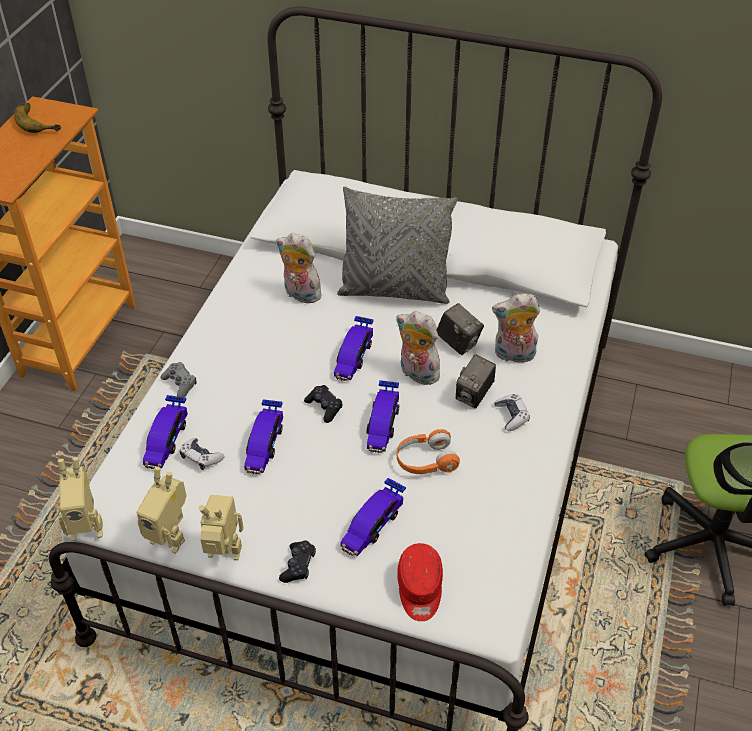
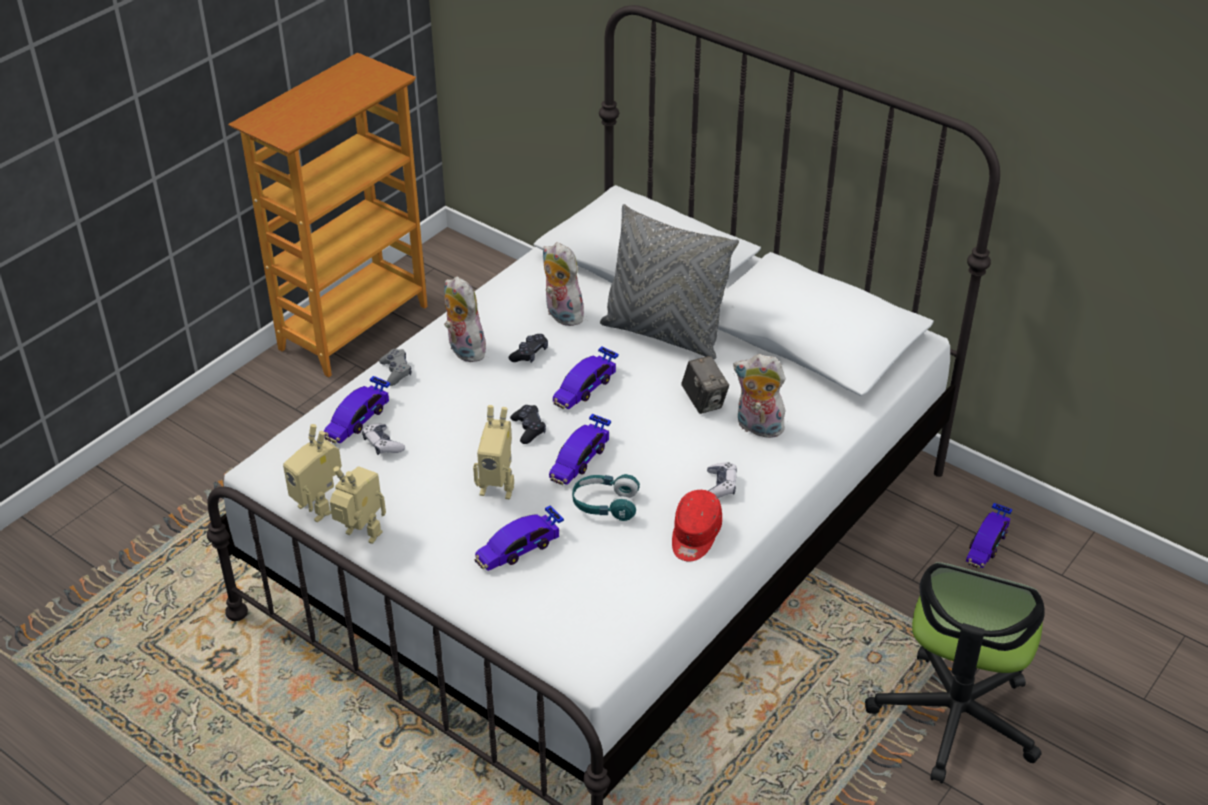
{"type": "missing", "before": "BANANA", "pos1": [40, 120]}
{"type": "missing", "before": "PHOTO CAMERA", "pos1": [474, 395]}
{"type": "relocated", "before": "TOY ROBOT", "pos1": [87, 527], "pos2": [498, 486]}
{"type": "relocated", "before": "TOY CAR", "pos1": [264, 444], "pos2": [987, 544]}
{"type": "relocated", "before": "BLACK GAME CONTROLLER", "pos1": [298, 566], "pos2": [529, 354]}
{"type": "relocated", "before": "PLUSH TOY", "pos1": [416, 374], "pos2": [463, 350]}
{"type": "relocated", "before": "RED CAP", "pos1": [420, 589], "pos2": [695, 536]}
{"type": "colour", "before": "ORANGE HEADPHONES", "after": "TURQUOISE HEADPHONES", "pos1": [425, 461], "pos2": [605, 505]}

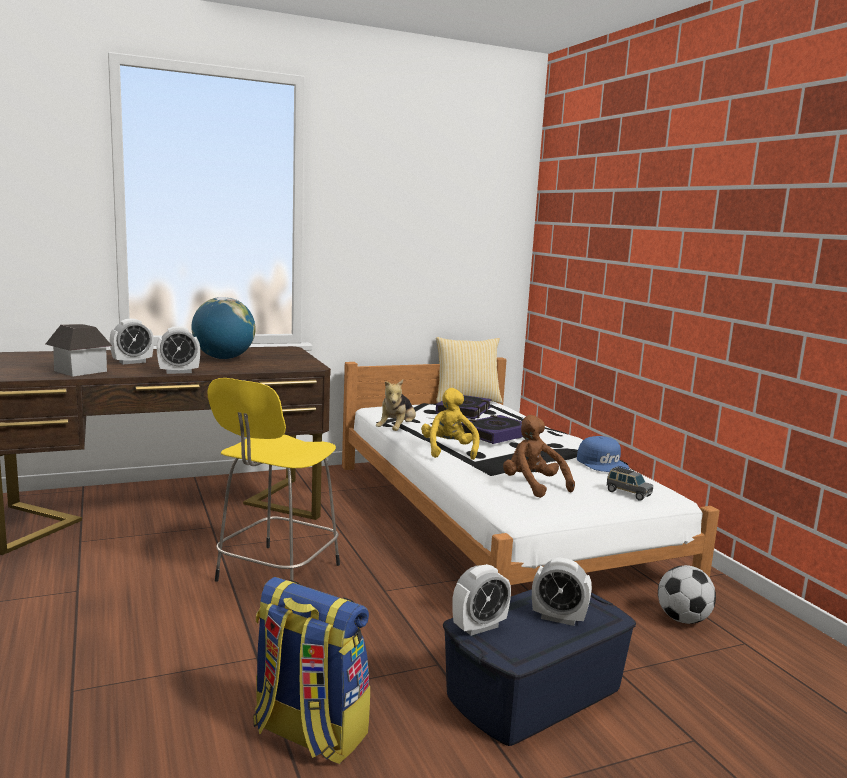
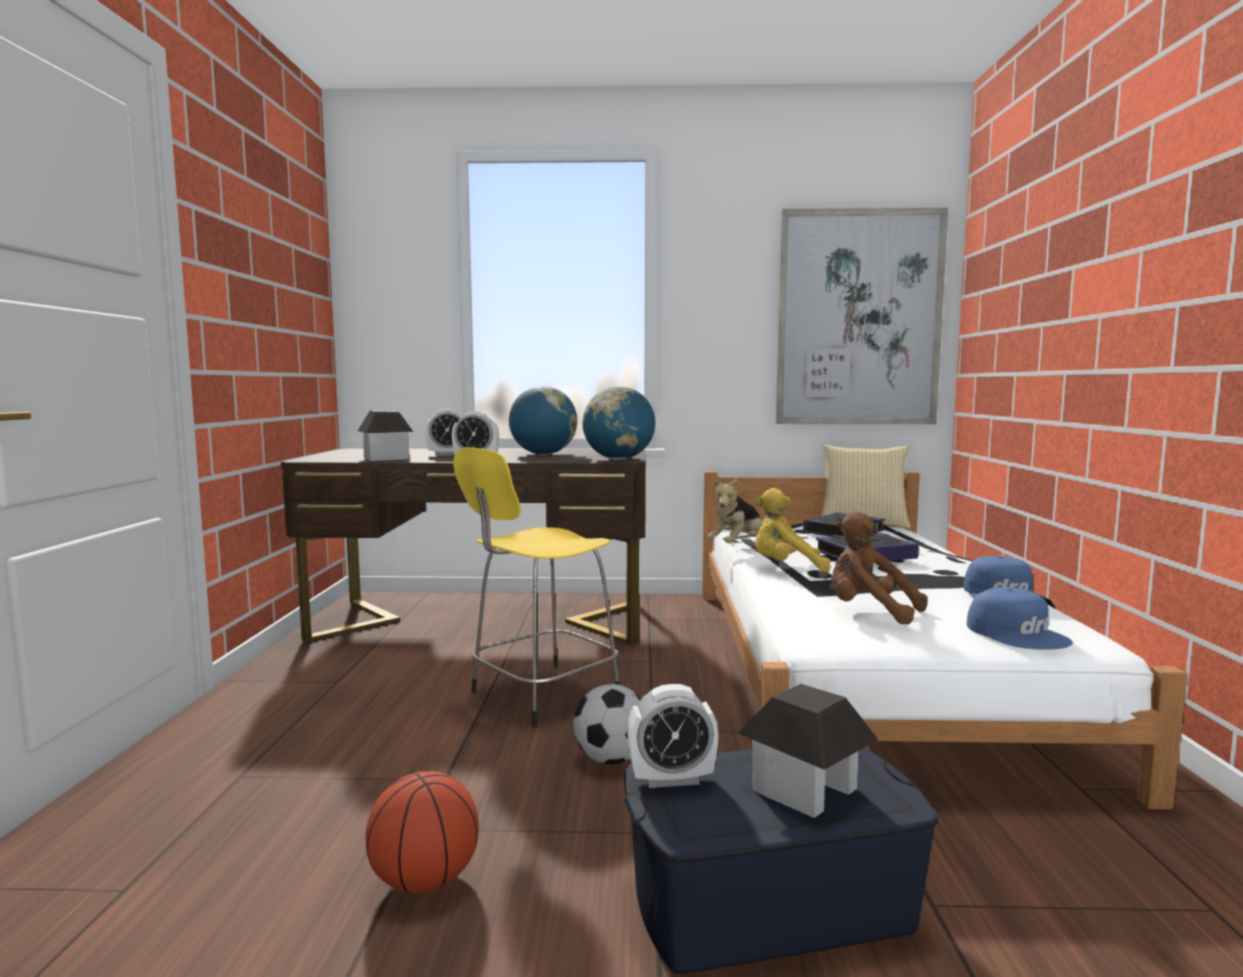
{"type": "appeared", "after": "GLOBE", "pos2": [619, 459]}
{"type": "appeared", "after": "PICTURE", "pos2": [858, 318]}
{"type": "relocated", "before": "FOOTBALL", "pos1": [682, 619], "pos2": [611, 759]}
{"type": "exchanged", "before": "BACKPACK", "after": "BASKETBALL", "pos1": [308, 733], "pos2": [425, 881]}
{"type": "exchanged", "before": "ALARM CLOCK", "after": "TOY HOUSE", "pos1": [558, 618], "pos2": [805, 789]}
{"type": "exchanged", "before": "GREY TOY CAR", "after": "BLUE CAP", "pos1": [628, 493], "pos2": [1017, 633]}
{"type": "spun", "before": "YELLOW PLUSH TOY", "pos1": [449, 451], "pos2": [785, 568], "turn": -105}
{"type": "spun", "before": "BROWN PLUSH TOY", "pos1": [533, 486], "pos2": [868, 612], "turn": -45}

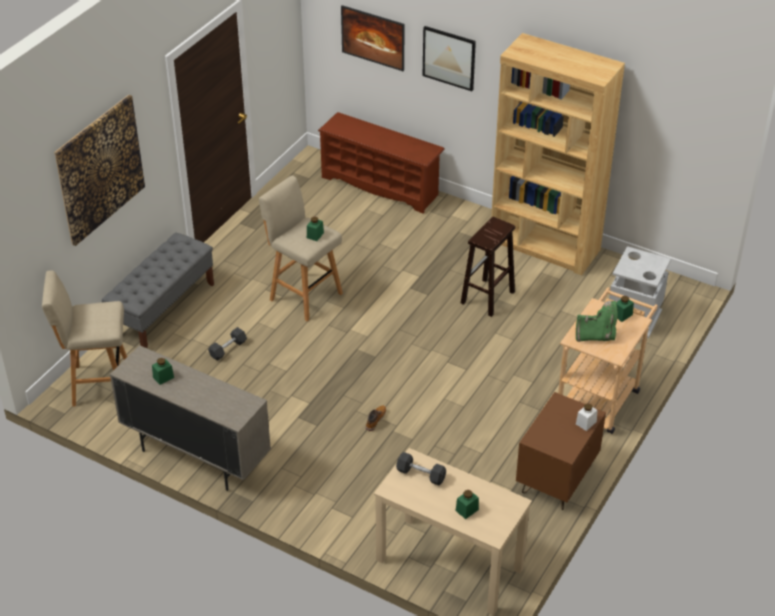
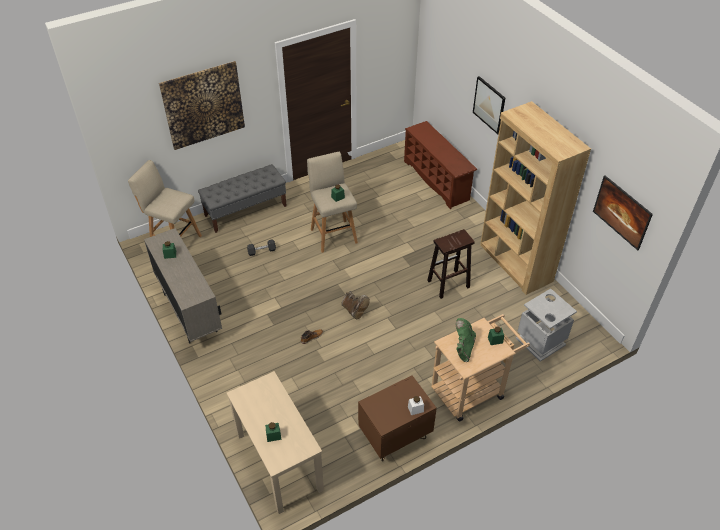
{"type": "missing", "before": "GREY DUMBBELL", "pos1": [421, 474]}
{"type": "appeared", "after": "BROWN BOOT", "pos2": [354, 311]}
{"type": "relocated", "before": "PICTURE", "pos1": [373, 49], "pos2": [618, 221]}
{"type": "spun", "before": "GREEN BOOT", "pos1": [596, 336], "pos2": [463, 348], "turn": -105}

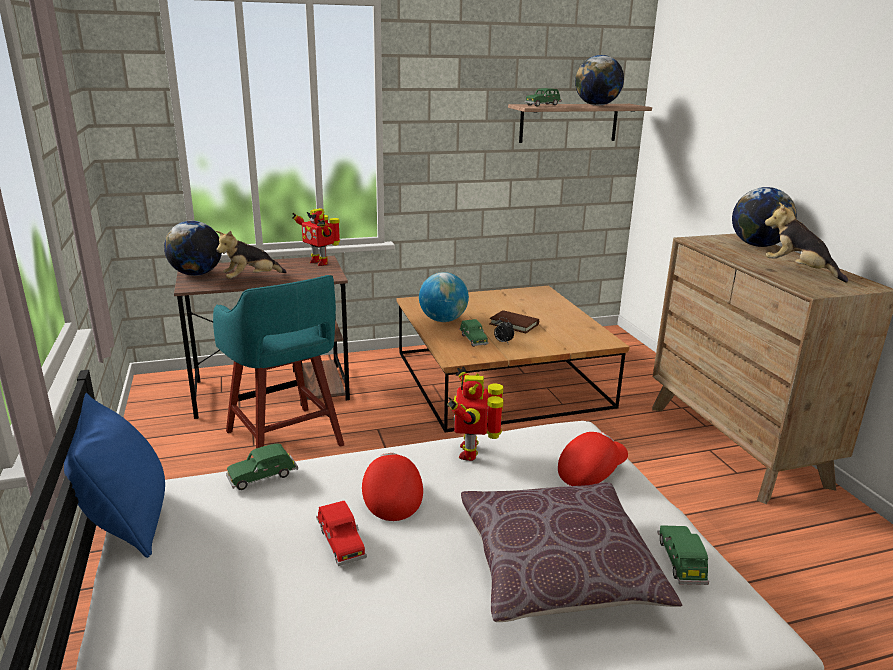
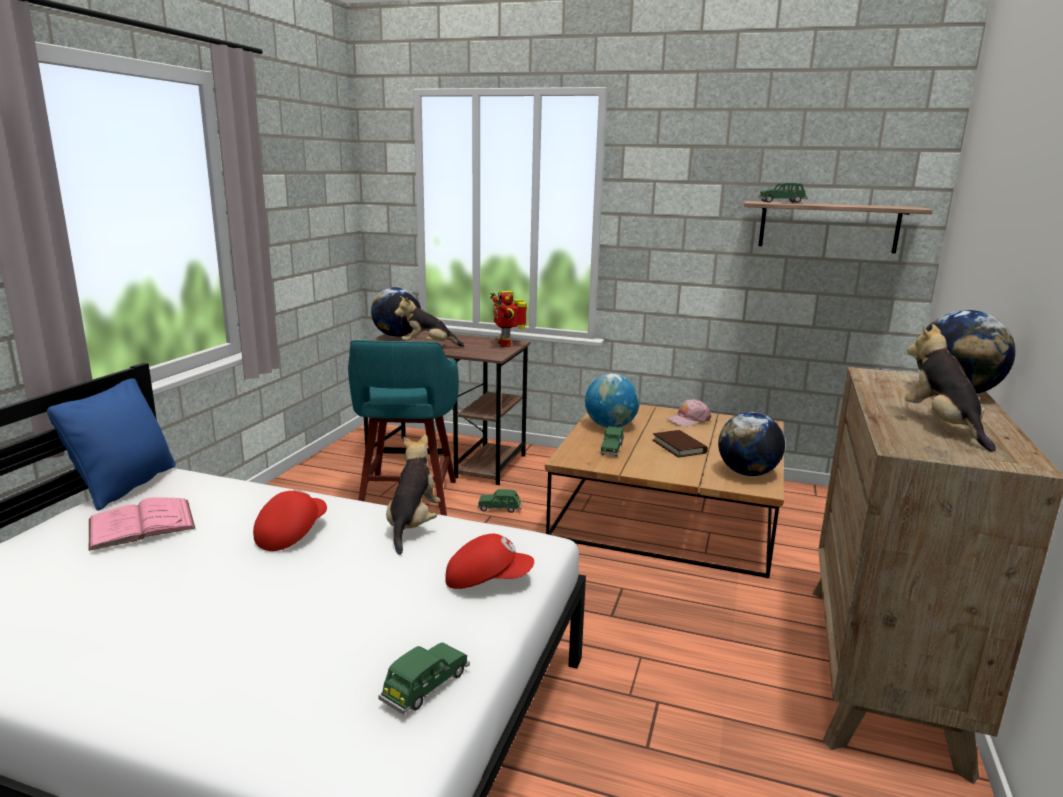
{"type": "missing", "before": "RED TOY CAR", "pos1": [340, 543]}
{"type": "missing", "before": "BROWN PILLOW", "pos1": [557, 569]}
{"type": "missing", "before": "ALARM CLOCK", "pos1": [503, 342]}
{"type": "appeared", "after": "PINK BOOK", "pos2": [141, 524]}
{"type": "appeared", "after": "PINK CAP", "pos2": [688, 420]}
{"type": "relocated", "before": "GREEN TOY CAR", "pos1": [263, 477], "pos2": [500, 509]}
{"type": "relocated", "before": "GLOBE", "pos1": [597, 105], "pos2": [747, 473]}
{"type": "exchanged", "before": "TOY ROBOT", "after": "PLUSH TOY", "pos1": [471, 451], "pos2": [412, 525]}

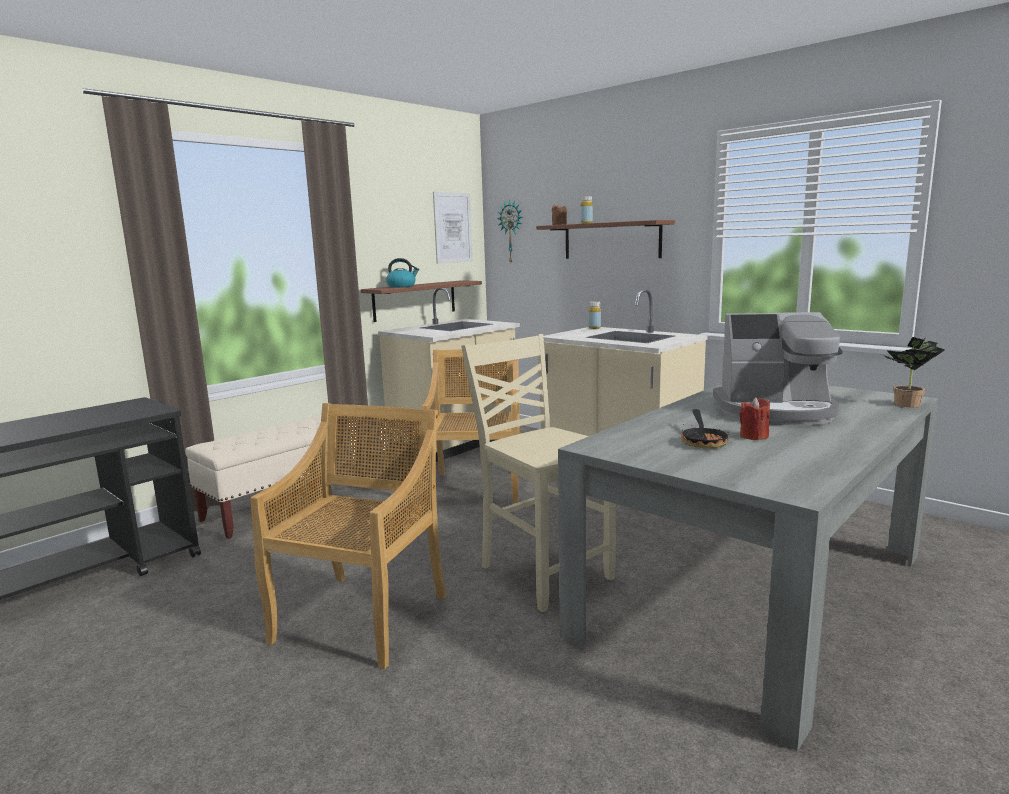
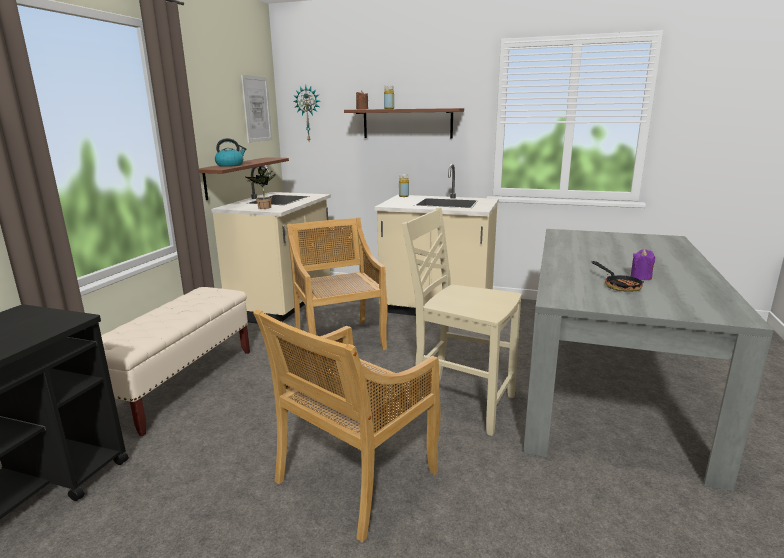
{"type": "missing", "before": "COFFEE MACHINE", "pos1": [775, 411]}
{"type": "relocated", "before": "POTTED PLANT", "pos1": [906, 405], "pos2": [263, 208]}
{"type": "colour", "before": "RED CANDLE", "after": "PURPLE CANDLE", "pos1": [754, 436], "pos2": [640, 277]}
{"type": "spun", "before": "BEIGE CHAIR", "pos1": [362, 616], "pos2": [355, 479], "turn": -135}

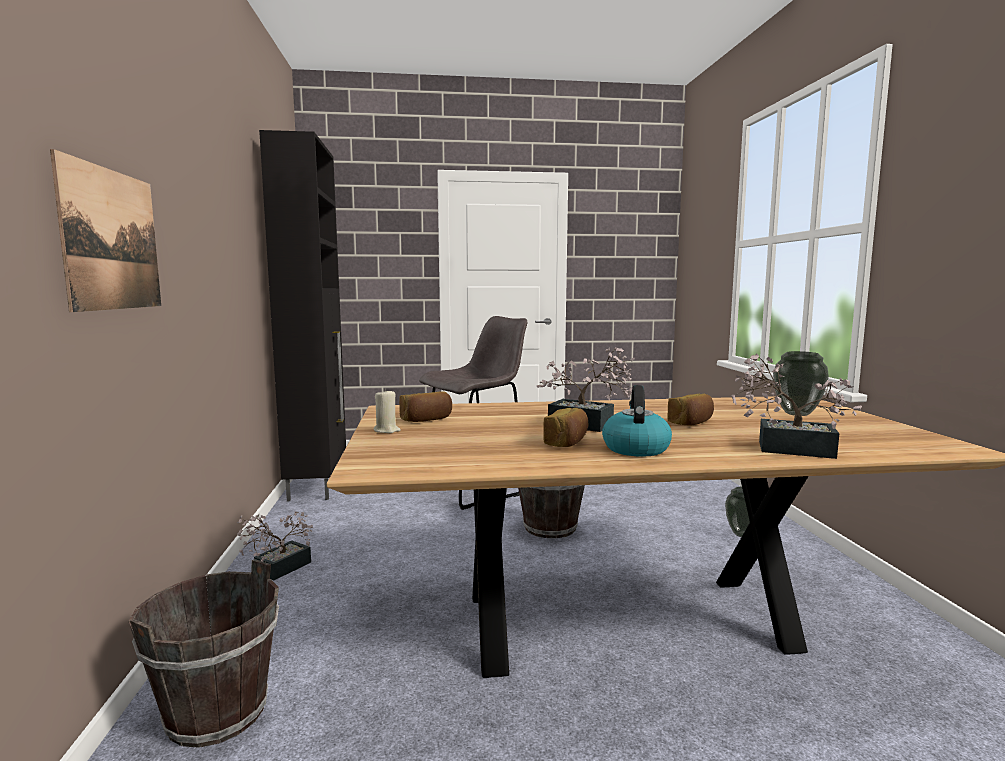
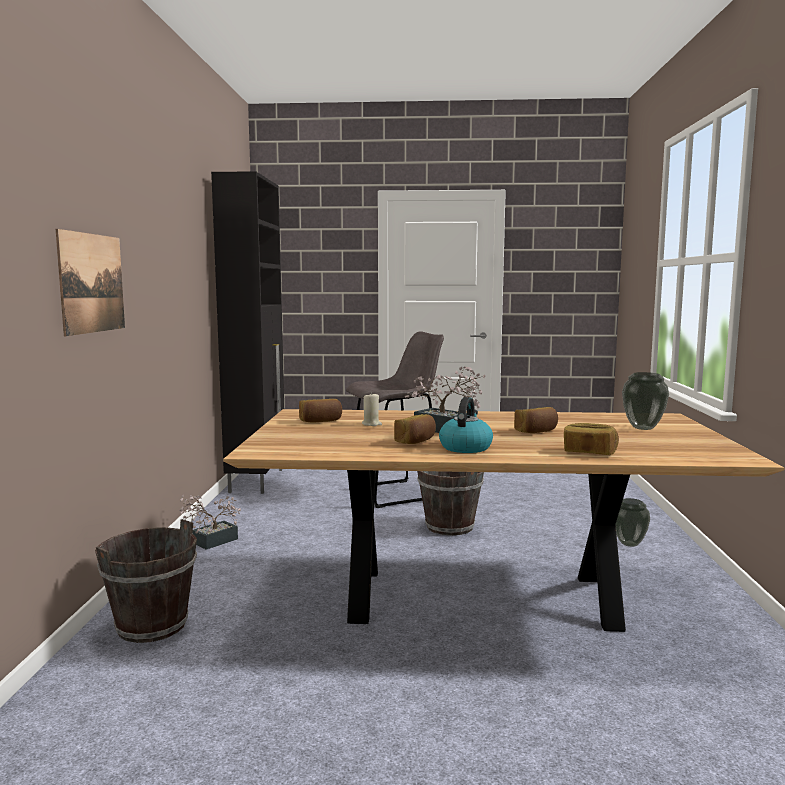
{"type": "relocated", "before": "BEIGE CANDLE", "pos1": [386, 430], "pos2": [371, 424]}
{"type": "exchanged", "before": "POTTED PLANT", "after": "BREAD", "pos1": [785, 448], "pos2": [589, 452]}

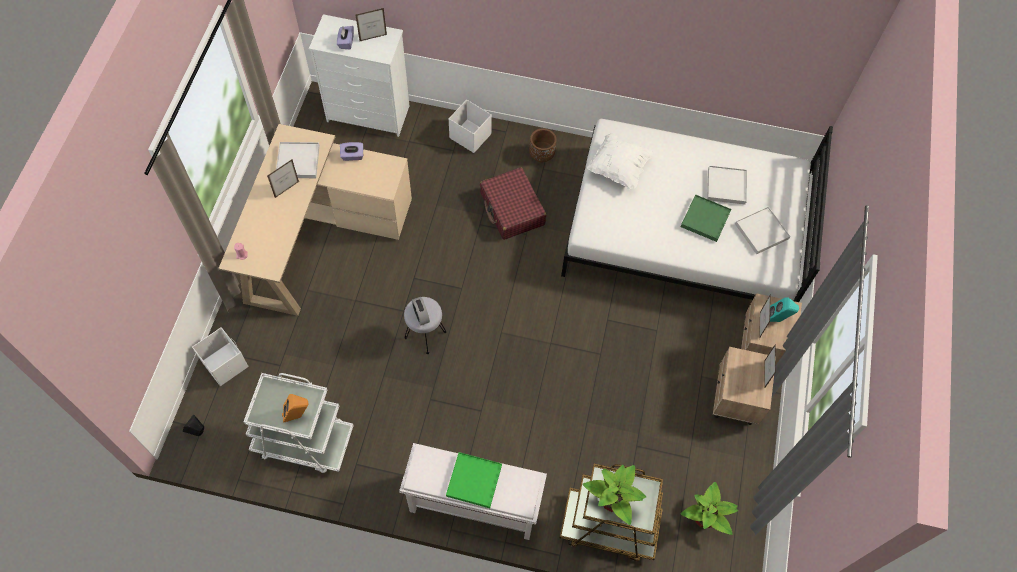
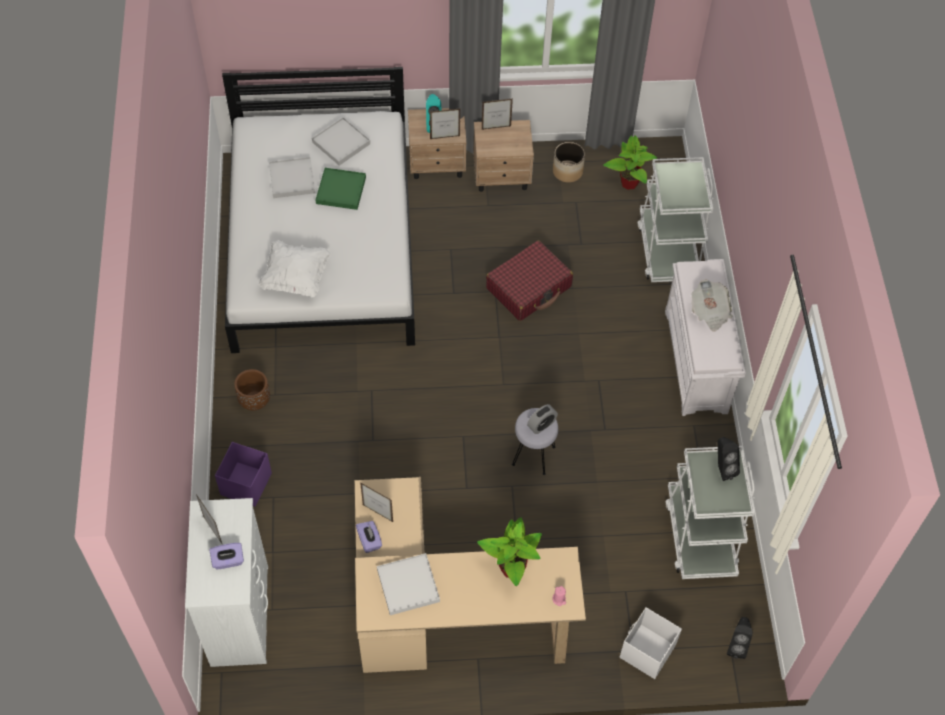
{"type": "appeared", "after": "PLANTER", "pos2": [568, 172]}
{"type": "relocated", "before": "PICTURE FRAME", "pos1": [287, 189], "pos2": [377, 513]}
{"type": "relocated", "before": "RED SUITCASE", "pos1": [512, 209], "pos2": [529, 288]}
{"type": "relocated", "before": "POTTED PLANT", "pos1": [612, 502], "pos2": [511, 567]}
{"type": "exchanged", "before": "GREEN TRAY", "after": "NEWSPAPER", "pos1": [474, 481], "pos2": [710, 312]}
{"type": "colour", "before": "ORANGE SPEAKER", "after": "BLACK SPEAKER", "pos1": [298, 415], "pos2": [722, 468]}
{"type": "colour", "before": "WHITE STORAGE BOX", "after": "PURPLE STORAGE BOX", "pos1": [470, 136], "pos2": [245, 485]}
{"type": "colour", "before": "BROWN CART", "after": "WHITE CART", "pos1": [609, 526], "pos2": [668, 250]}

